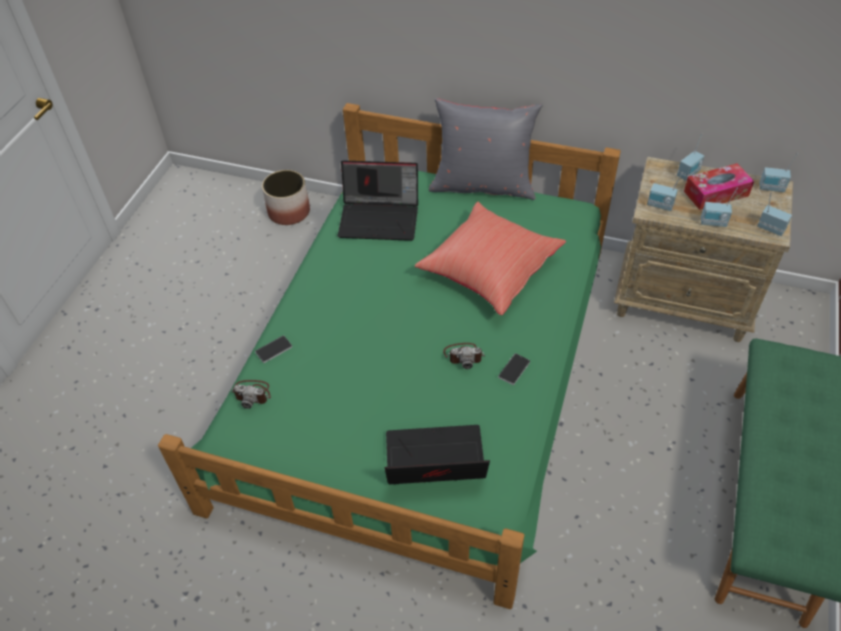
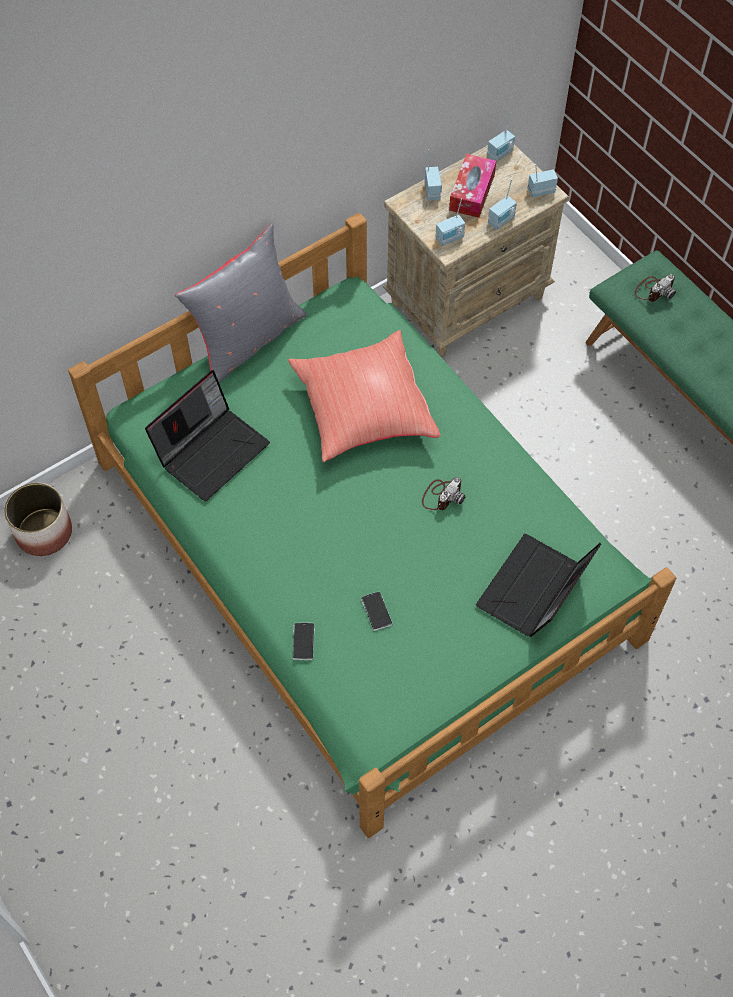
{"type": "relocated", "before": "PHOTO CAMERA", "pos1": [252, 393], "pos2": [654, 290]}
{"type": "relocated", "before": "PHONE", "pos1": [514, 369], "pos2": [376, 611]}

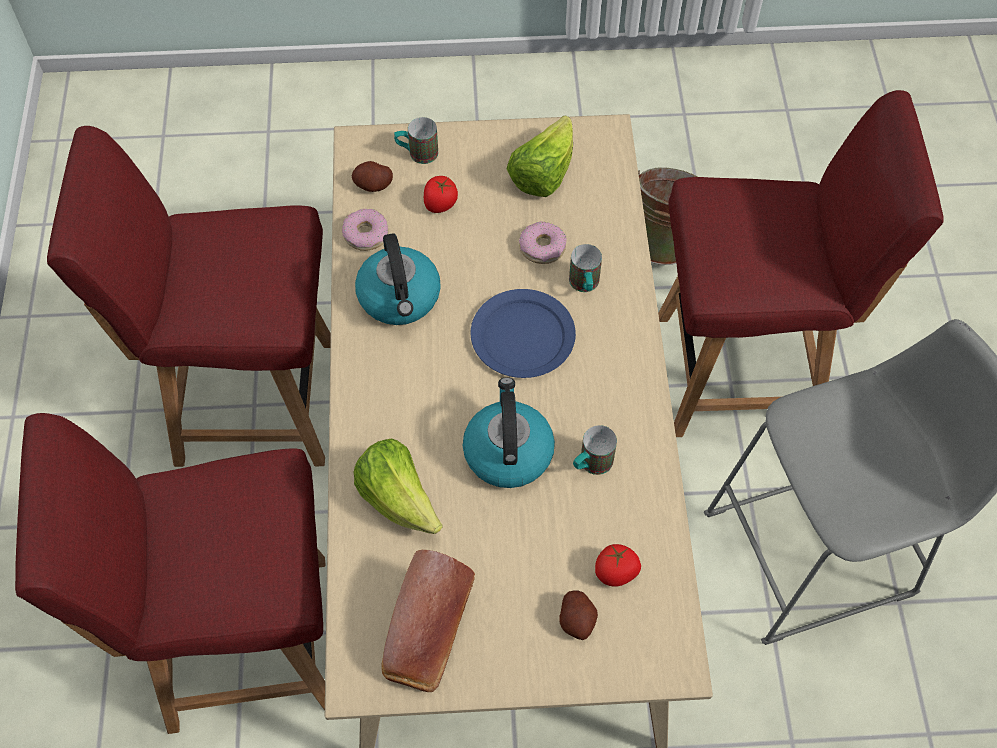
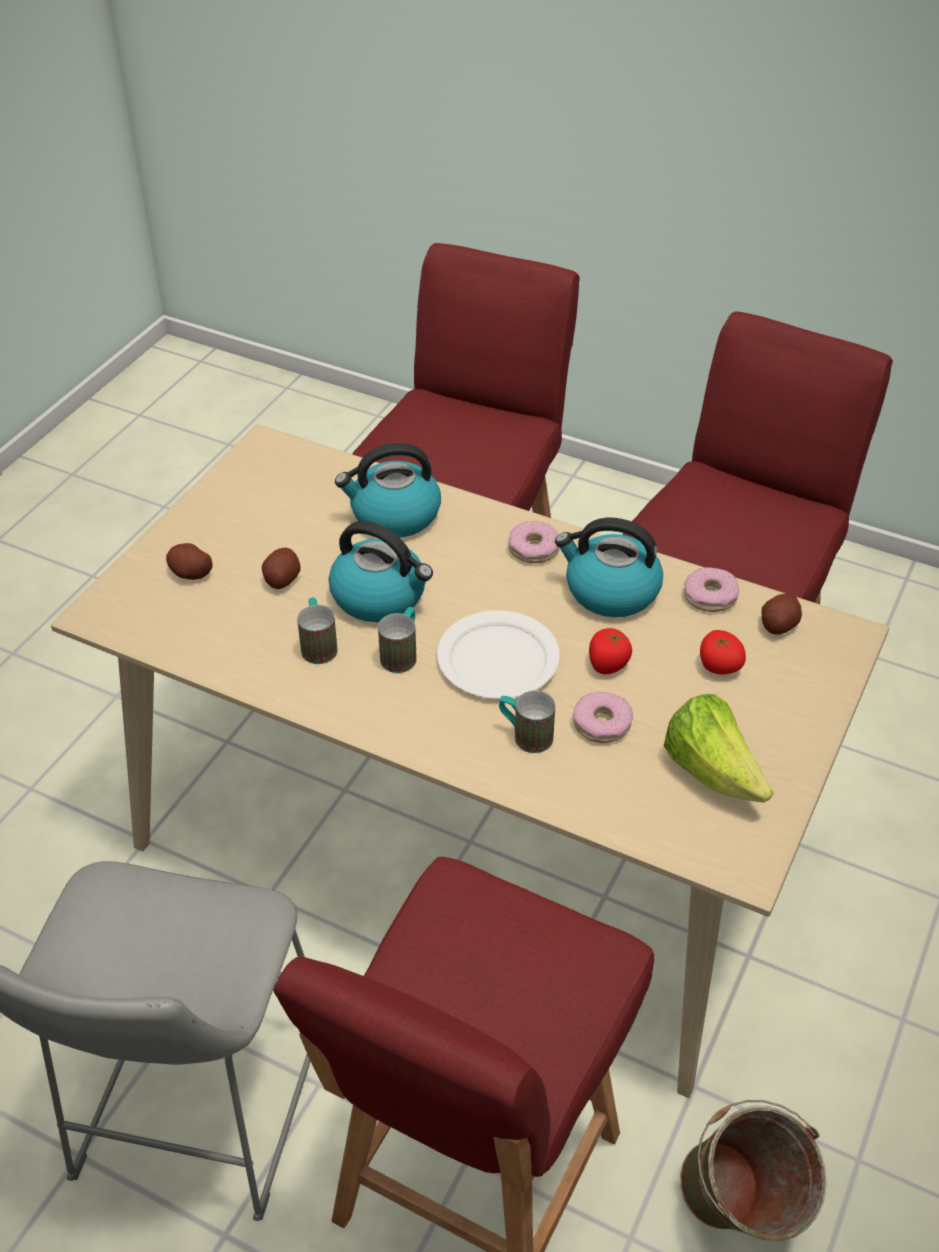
{"type": "missing", "before": "BREAD", "pos1": [426, 634]}
{"type": "appeared", "after": "POTATO", "pos2": [282, 579]}
{"type": "appeared", "after": "DONUT", "pos2": [534, 549]}
{"type": "relocated", "before": "MUG", "pos1": [417, 153], "pos2": [402, 654]}
{"type": "relocated", "before": "TOMATO", "pos1": [616, 572], "pos2": [608, 664]}
{"type": "exchanged", "before": "LETTUCE", "after": "KETTLE", "pos1": [399, 499], "pos2": [394, 515]}
{"type": "colour", "before": "BLUE PLATE", "after": "WHITE PLATE", "pos1": [523, 336], "pos2": [498, 660]}

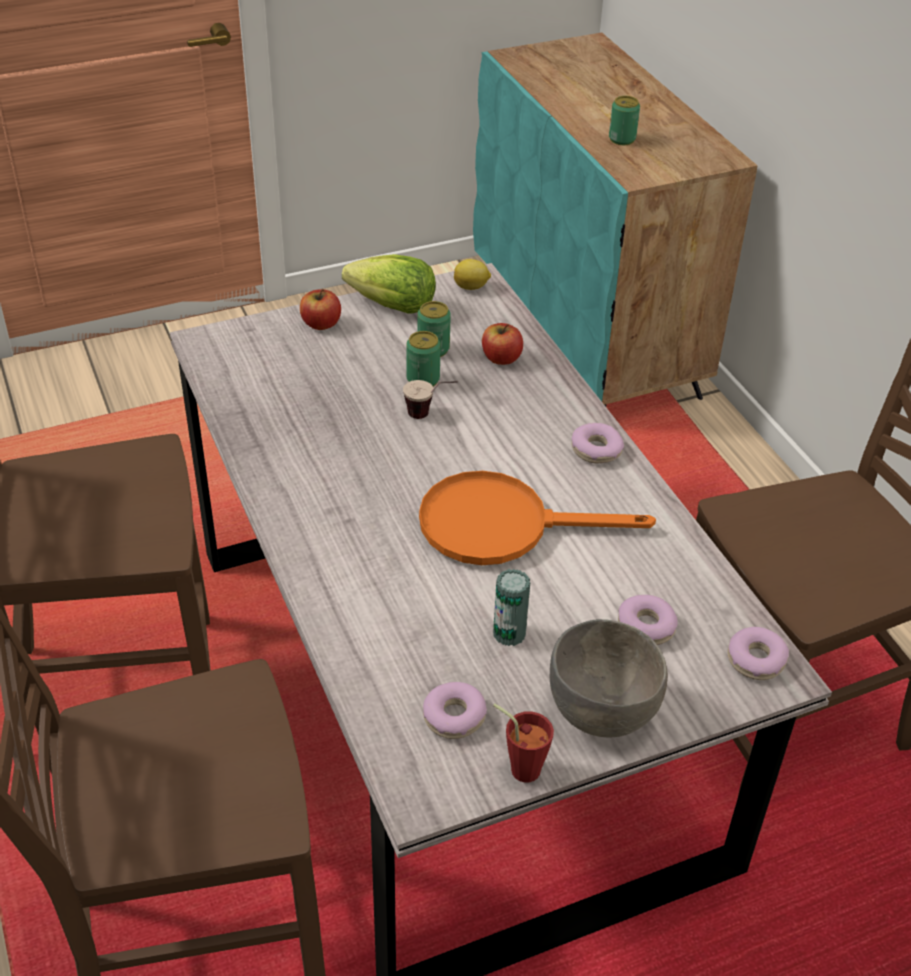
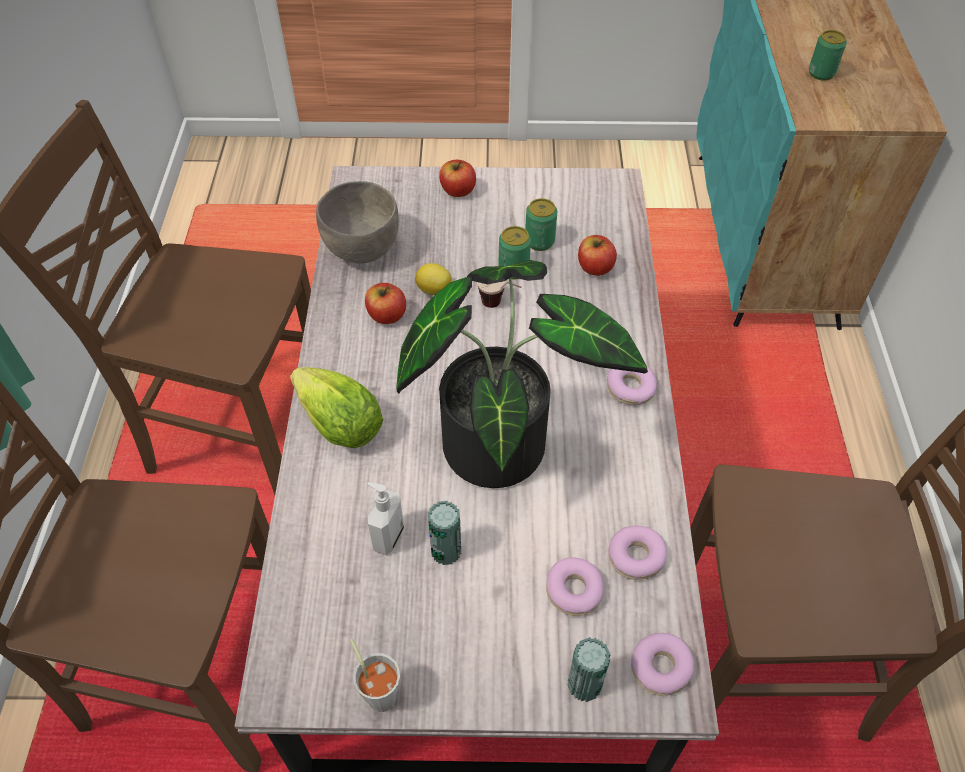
{"type": "appeared", "after": "APPLE", "pos2": [386, 315]}
{"type": "appeared", "after": "SOAP DISPENSER", "pos2": [387, 537]}
{"type": "appeared", "after": "CAN", "pos2": [584, 684]}
{"type": "relocated", "before": "LETTUCE", "pos1": [393, 306], "pos2": [340, 425]}
{"type": "relocated", "before": "DONUT", "pos1": [454, 717], "pos2": [636, 557]}
{"type": "relocated", "before": "LEMON", "pos1": [471, 287], "pos2": [435, 291]}
{"type": "relocated", "before": "GREY BOWL", "pos1": [602, 713], "pos2": [362, 250]}
{"type": "exchanged", "before": "ORANGE FRYING PAN", "after": "POTTED PLANT", "pos1": [502, 525], "pos2": [501, 437]}
{"type": "colour", "before": "RED CUP", "after": "GREY CUP", "pos1": [519, 766], "pos2": [379, 691]}

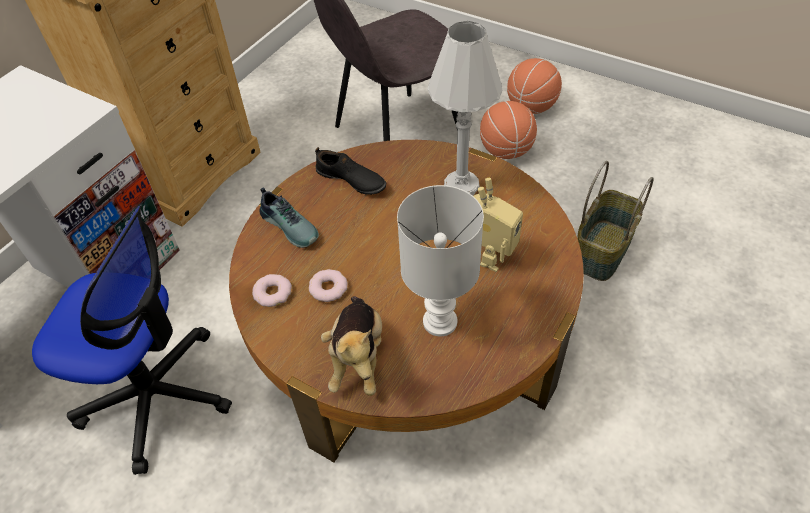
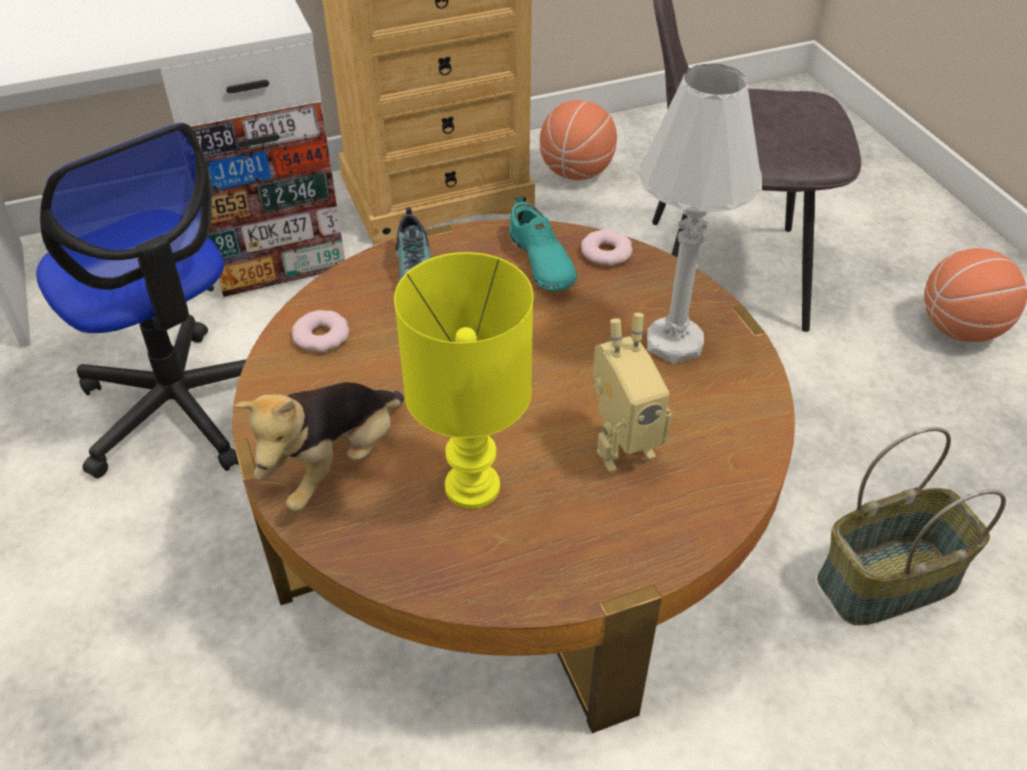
{"type": "relocated", "before": "DONUT", "pos1": [328, 288], "pos2": [606, 252]}
{"type": "relocated", "before": "BASKETBALL", "pos1": [506, 150], "pos2": [576, 172]}
{"type": "colour", "before": "BLACK SHOE", "after": "TURQUOISE SHOE", "pos1": [351, 180], "pos2": [541, 262]}
{"type": "colour", "before": "WHITE TABLE LAMP", "after": "YELLOW TABLE LAMP", "pos1": [439, 323], "pos2": [470, 488]}

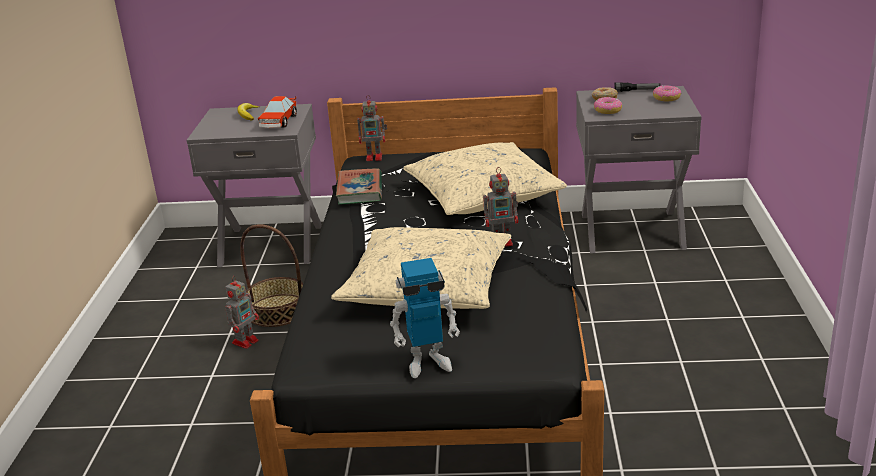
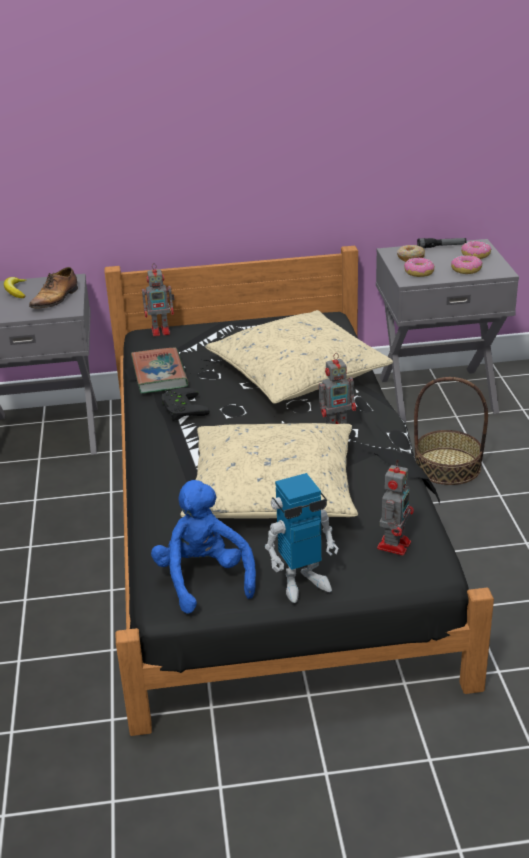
{"type": "appeared", "after": "BLUE PLUSH TOY", "pos2": [204, 578]}
{"type": "appeared", "after": "BLACK GAME CONTROLLER", "pos2": [181, 408]}
{"type": "appeared", "after": "DONUT", "pos2": [466, 270]}
{"type": "relocated", "before": "TOY ROBOT", "pos1": [246, 341], "pos2": [394, 544]}
{"type": "relocated", "before": "BASKET", "pos1": [277, 310], "pos2": [447, 466]}
{"type": "exchanged", "before": "TOY CAR", "after": "SHOE", "pos1": [279, 122], "pos2": [56, 299]}

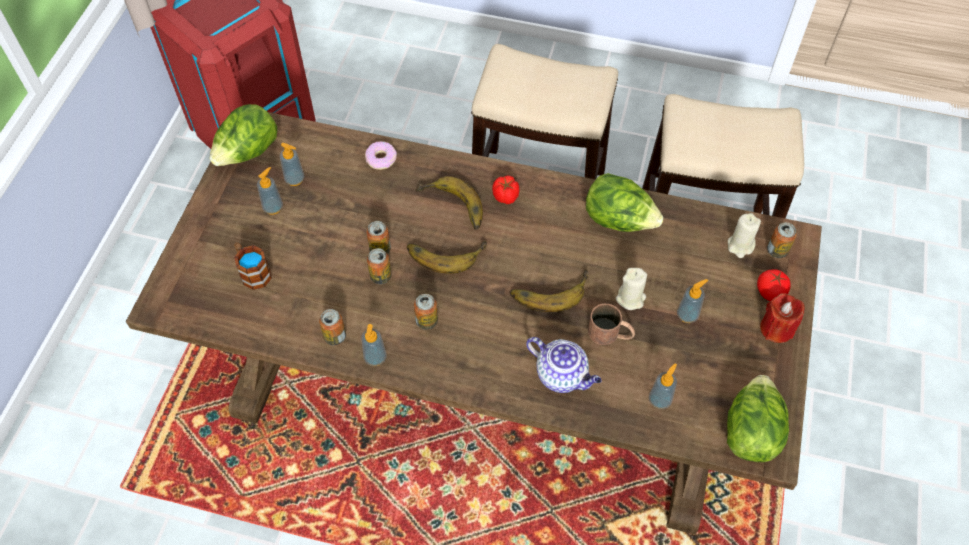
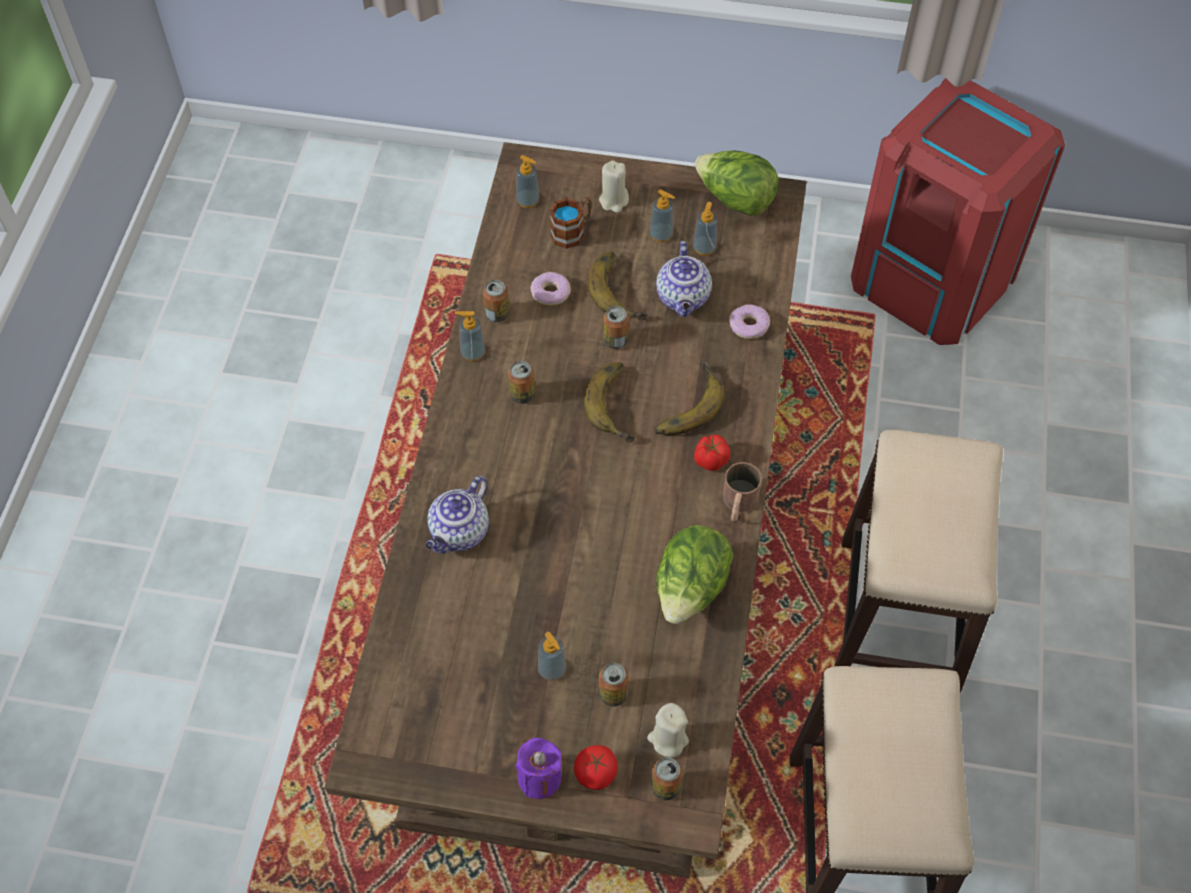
{"type": "missing", "before": "LETTUCE", "pos1": [750, 431]}
{"type": "appeared", "after": "DONUT", "pos2": [550, 293]}
{"type": "appeared", "after": "TEAPOT", "pos2": [683, 298]}
{"type": "relocated", "before": "CAN", "pos1": [380, 276], "pos2": [613, 694]}
{"type": "relocated", "before": "BANANA", "pos1": [549, 289], "pos2": [621, 289]}
{"type": "relocated", "before": "BROWN MUG", "pos1": [610, 334], "pos2": [738, 504]}
{"type": "relocated", "before": "BEIGE CANDLE", "pos1": [630, 298], "pos2": [614, 200]}
{"type": "relocated", "before": "SOAP DISPENSER", "pos1": [659, 400], "pos2": [527, 200]}
{"type": "colour", "before": "RED CANDLE", "after": "PURPLE CANDLE", "pos1": [776, 328], "pos2": [539, 778]}

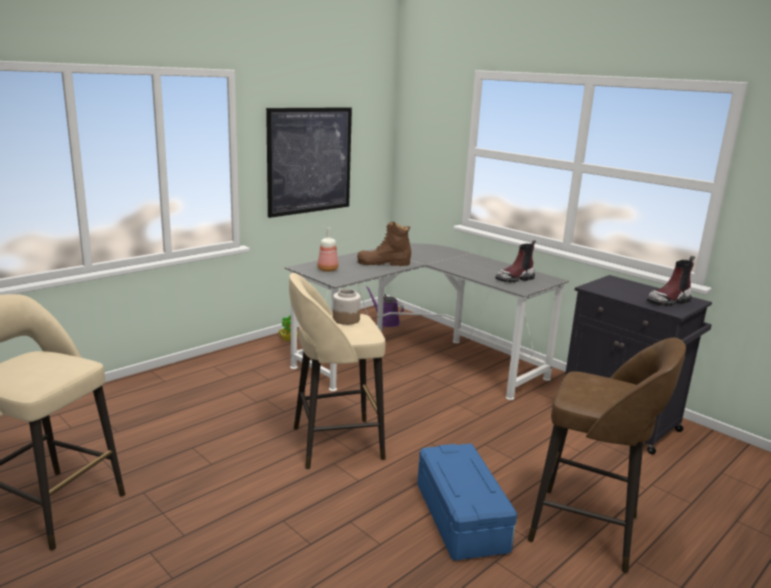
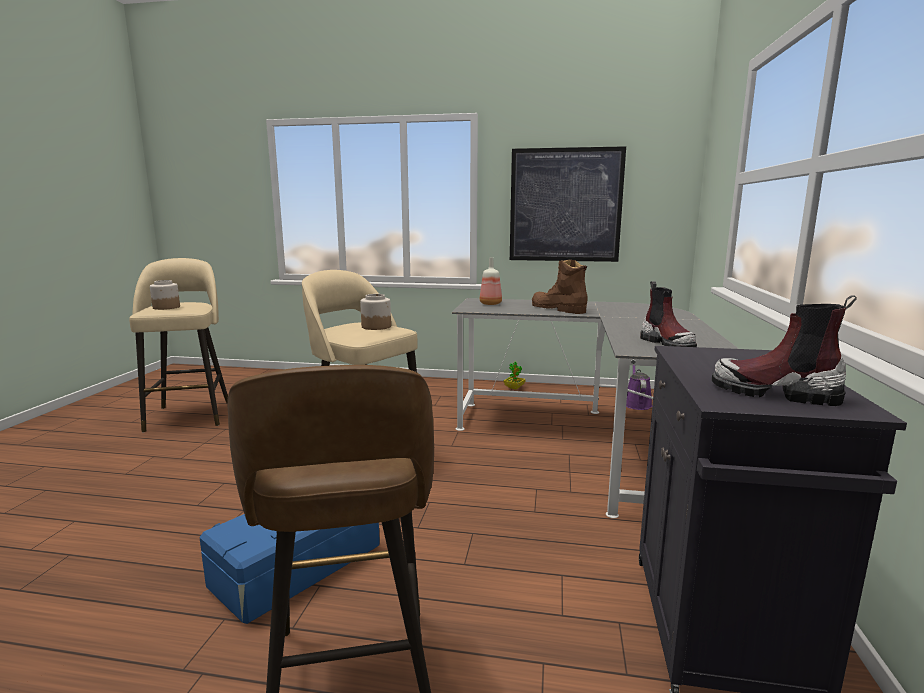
{"type": "appeared", "after": "JAR", "pos2": [166, 307]}
{"type": "spun", "before": "BOOT", "pos1": [515, 279], "pos2": [667, 343], "turn": -135}

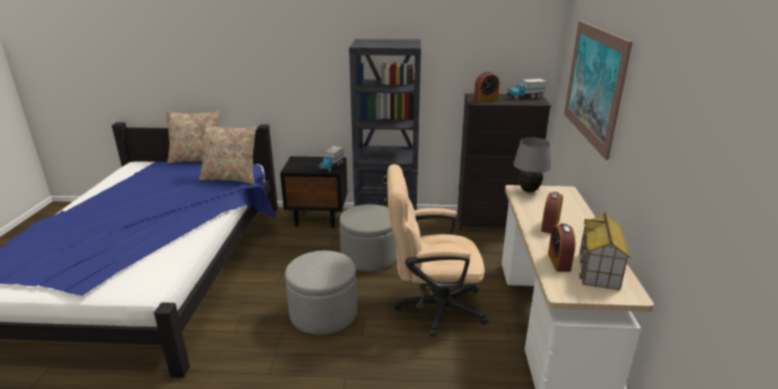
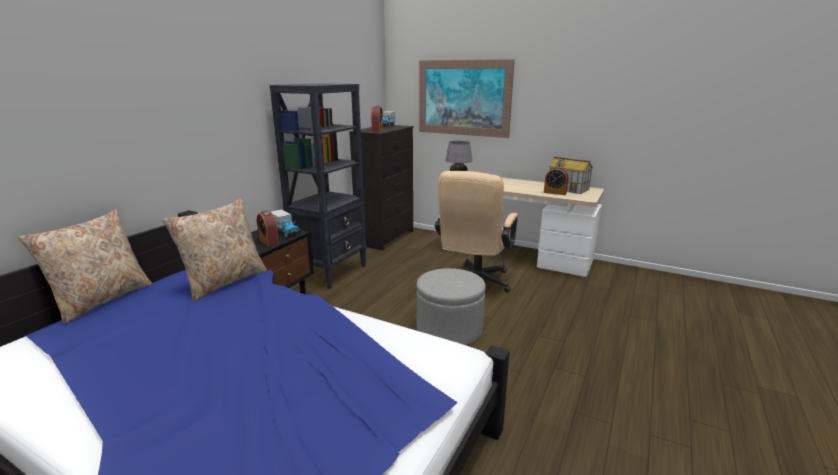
{"type": "missing", "before": "GREY OTTOMAN", "pos1": [369, 257]}
{"type": "relocated", "before": "ALARM CLOCK", "pos1": [550, 226], "pos2": [268, 241]}

